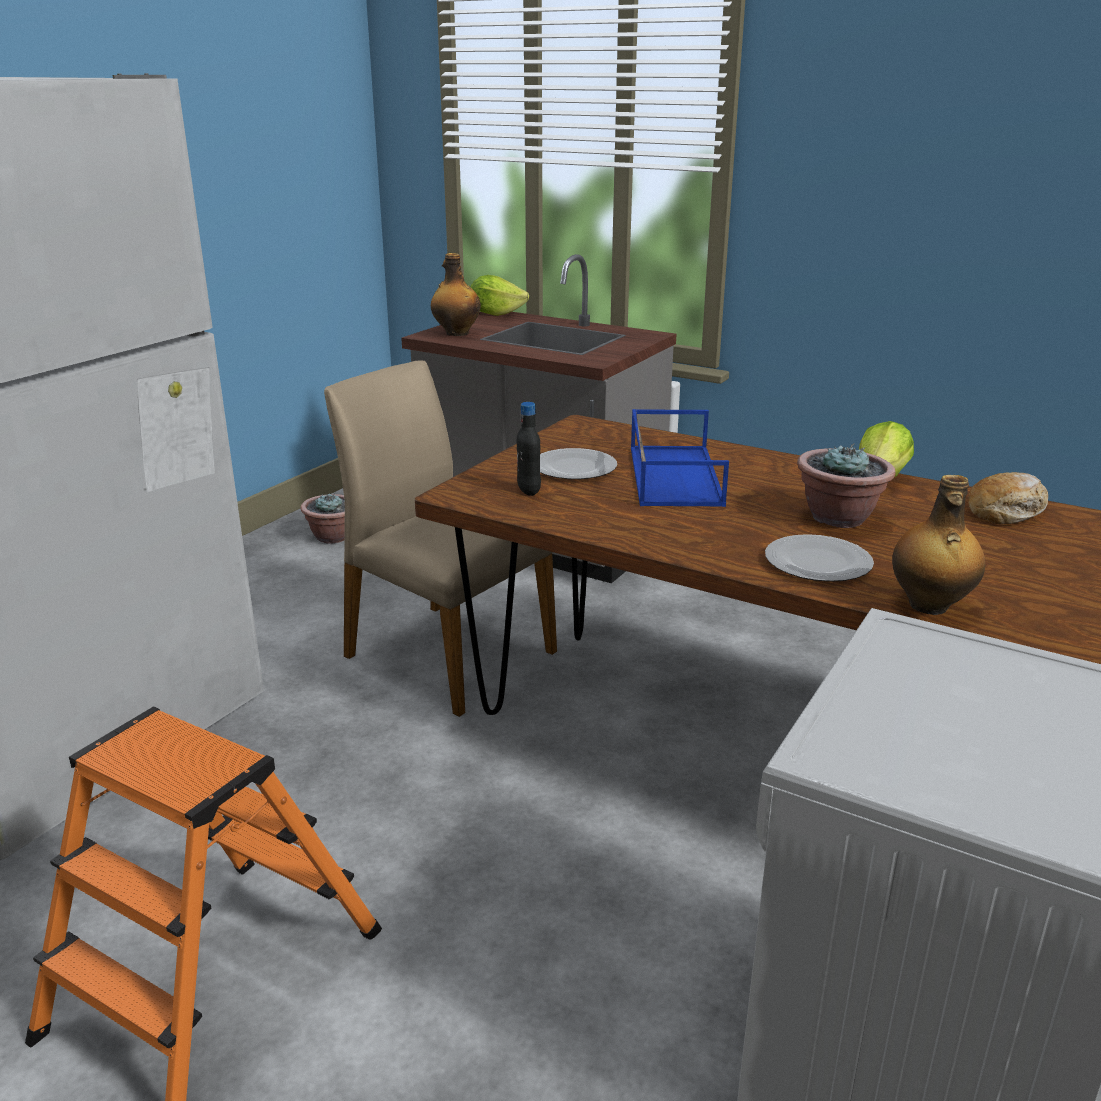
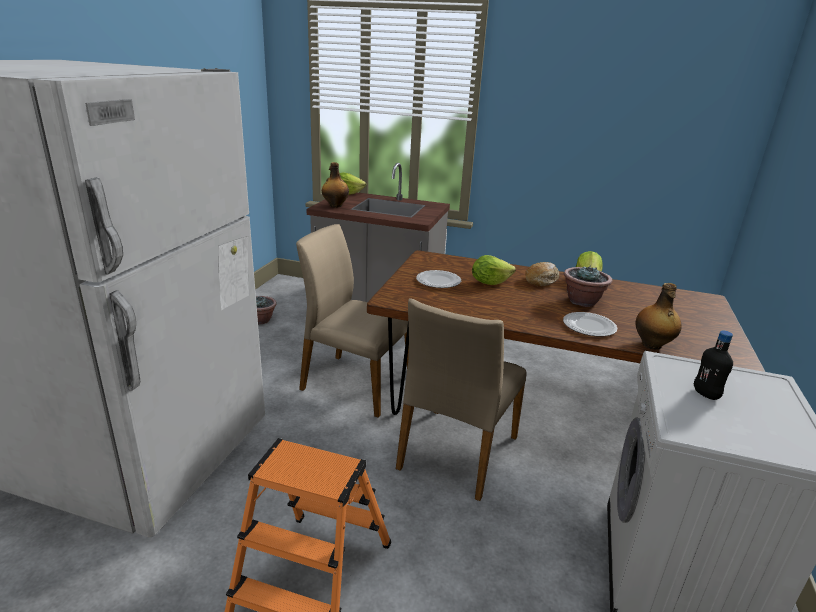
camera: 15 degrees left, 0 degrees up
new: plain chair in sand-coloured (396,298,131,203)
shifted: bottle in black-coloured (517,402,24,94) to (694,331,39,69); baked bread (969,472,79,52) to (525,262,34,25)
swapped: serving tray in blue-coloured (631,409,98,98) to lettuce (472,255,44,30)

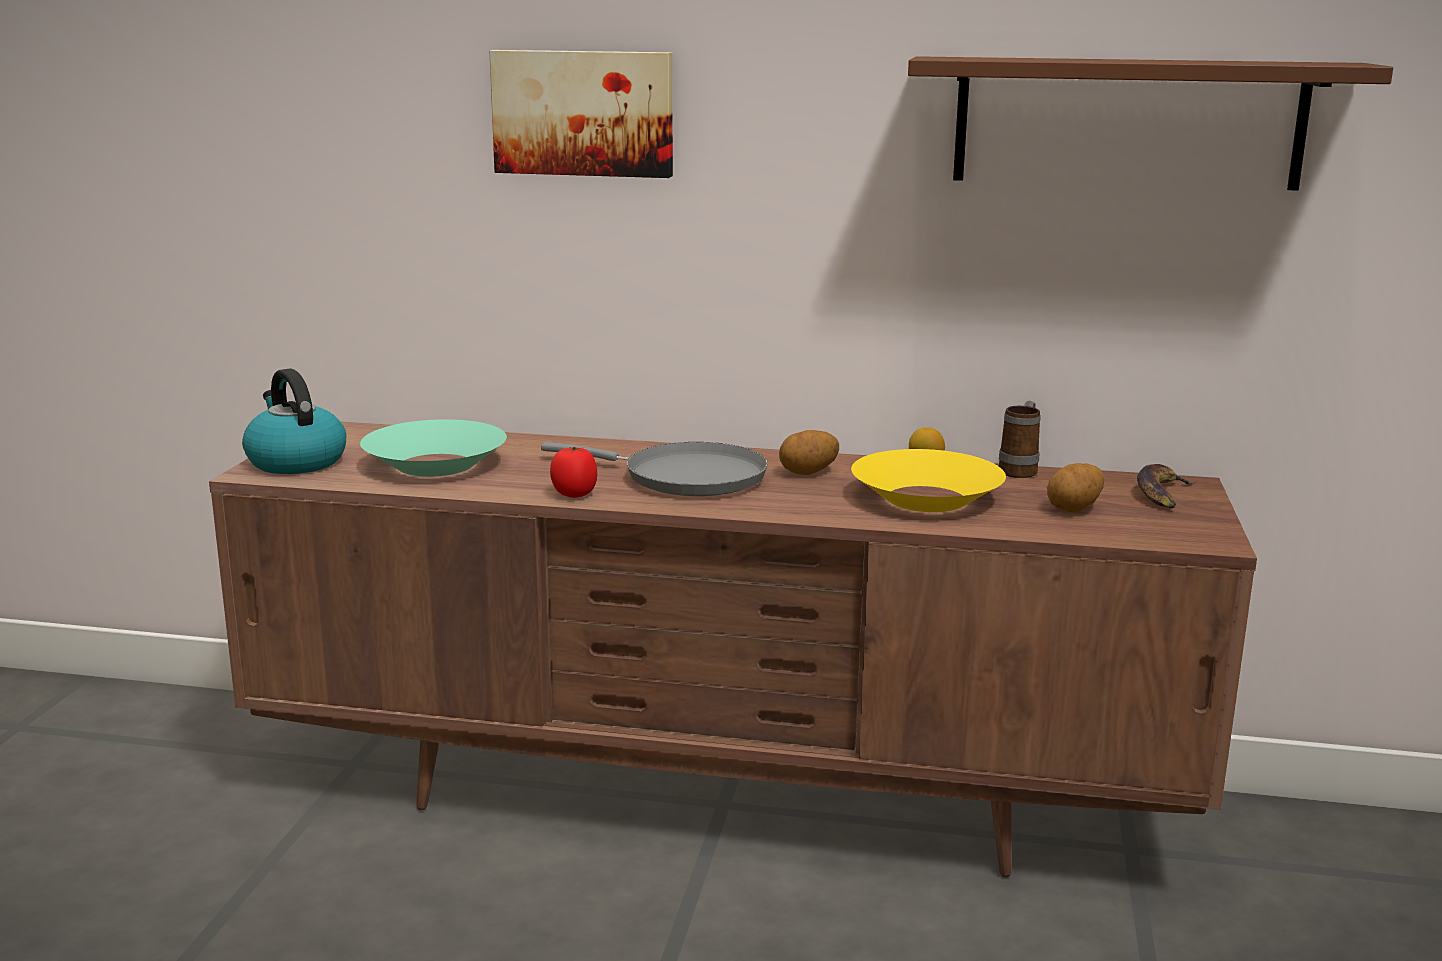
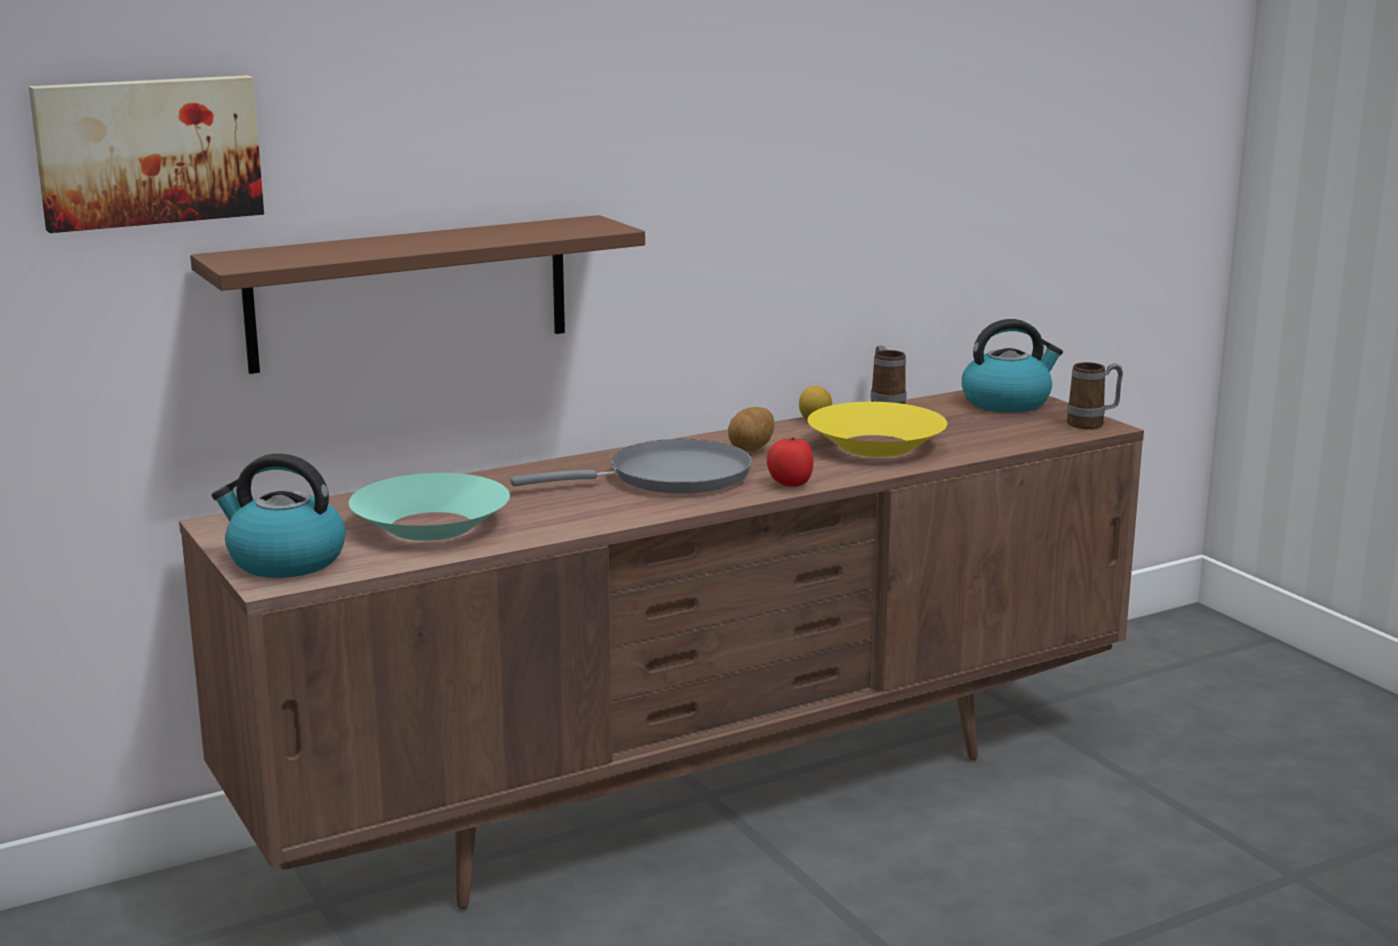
camera: 40 degrees left, 0 degrees up
gone: potato (1047,463,57,49)
new: coffee mug (1067,362,56,67)
shifted: wall art (489,50,184,128) to (29,75,235,158); bracket shelf in brown (908,56,485,135) to (190,215,455,159); fresh tomato (550,447,47,51) to (767,437,46,50)
swapped: banana fruit (1137,464,58,45) to water kettle (962,319,101,94)

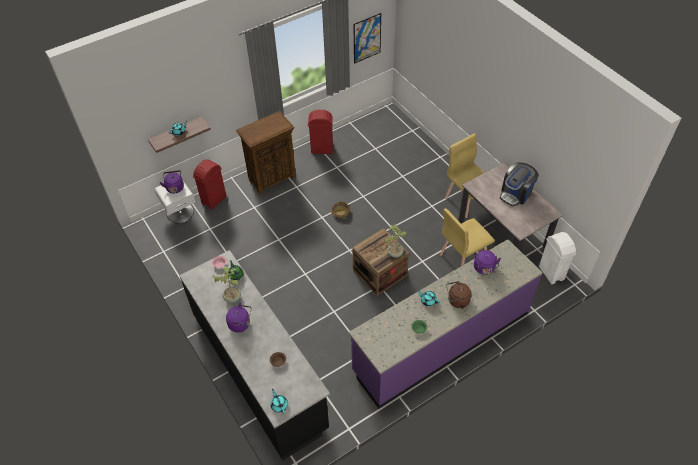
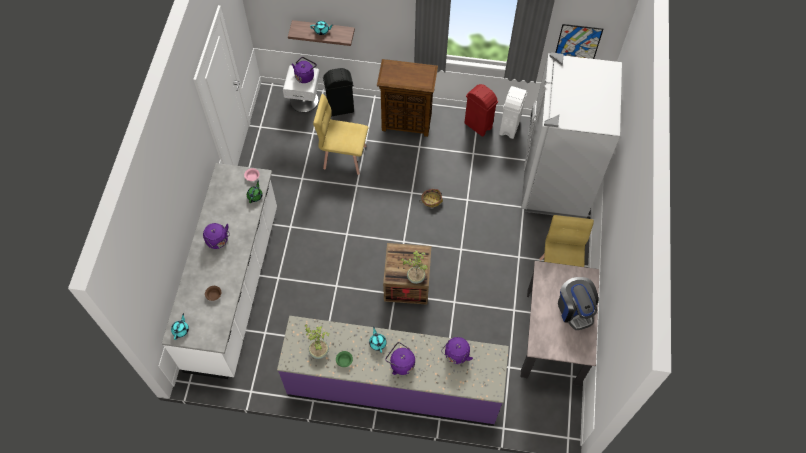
camera: 40 degrees right, 10 degrees up
new: fridge in whitish (521,52,101,167)
shifted: plain chair in yellowish (440,208,55,58) to (313,94,55,81); waste bin in whitish (539,232,37,52) to (499,86,28,53); houseplant (212,266,29,37) to (305,325,24,34)
repainted: waste bin in red (193,159,33,51) to waste bin in black-coloured (323,68,31,48); kitchen base unit in black-coloured (179,250,151,210) to kitchen base unit in whitish (162,163,115,216); water kettle in brown (446,281,26,28) to water kettle in purplish (385,342,30,33)
rotated: coffee machine (500,162,39,44) = (558,277,41,53) 105 degrees counterclockwise

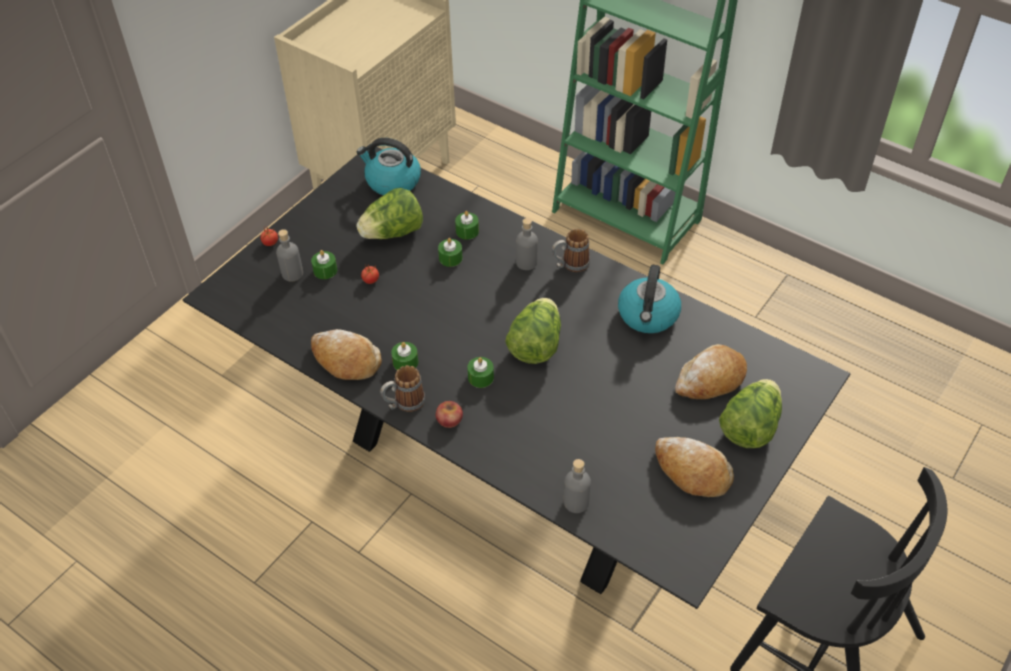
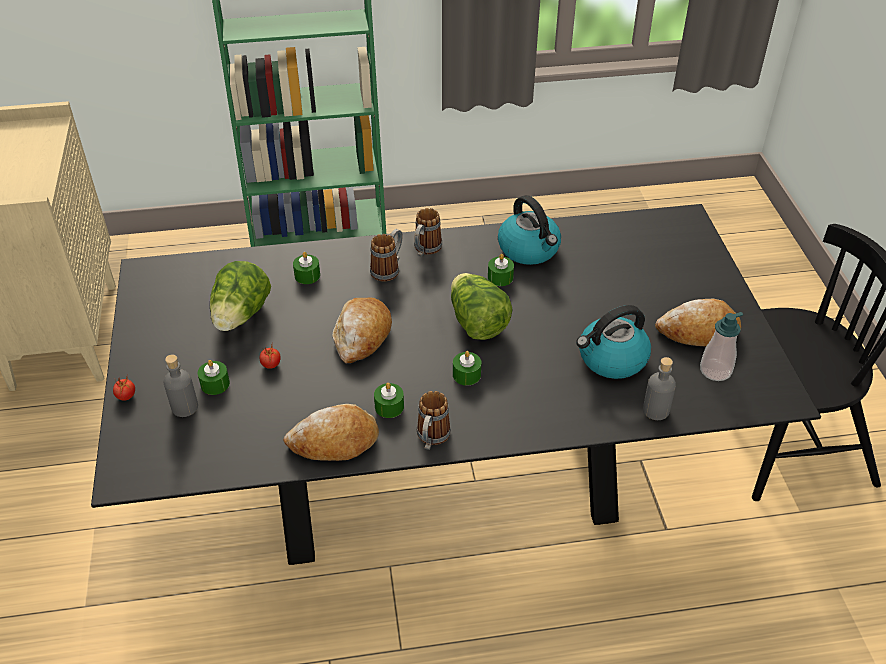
camera: 45 degrees left, 5 degrees down
gone: lettuce (719,379,63,69); apple (436,401,27,27)
new: liquid soap bottle (700,312,43,69)
shifted: water kettle (356,138,65,57) to (576,305,75,74); candle in green (438,238,25,29) to (488,254,26,32); baked bread (675,344,72,55) to (332,298,60,65)
swapped: bottle in greyish (516,218,22,52) to coffee mug (370,229,33,53)

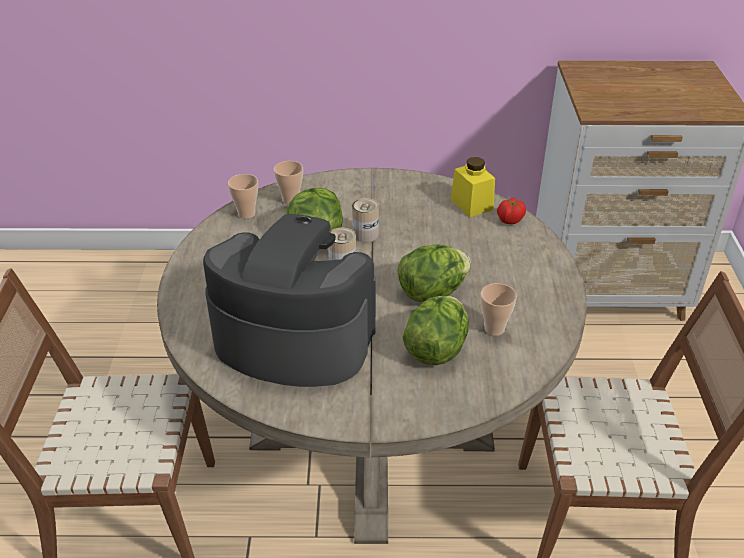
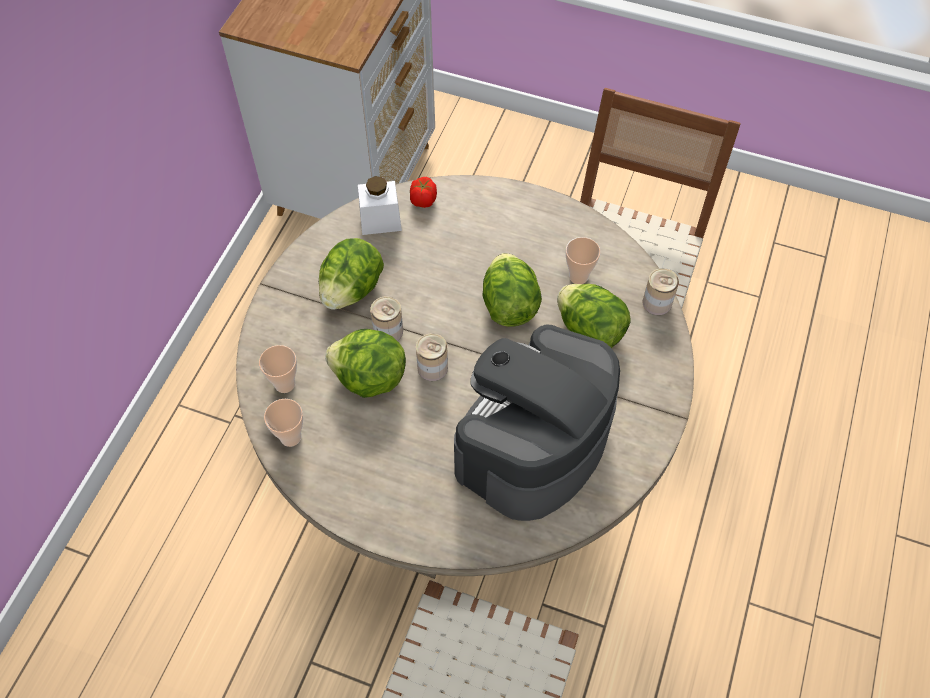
camera: 70 degrees left, 20 degrees up
new: lettuce (319,238,65,71); sealed can (642,268,37,47)
repainted: jar in yellowish (451,157,44,60) to jar in whitish (358,176,44,59)

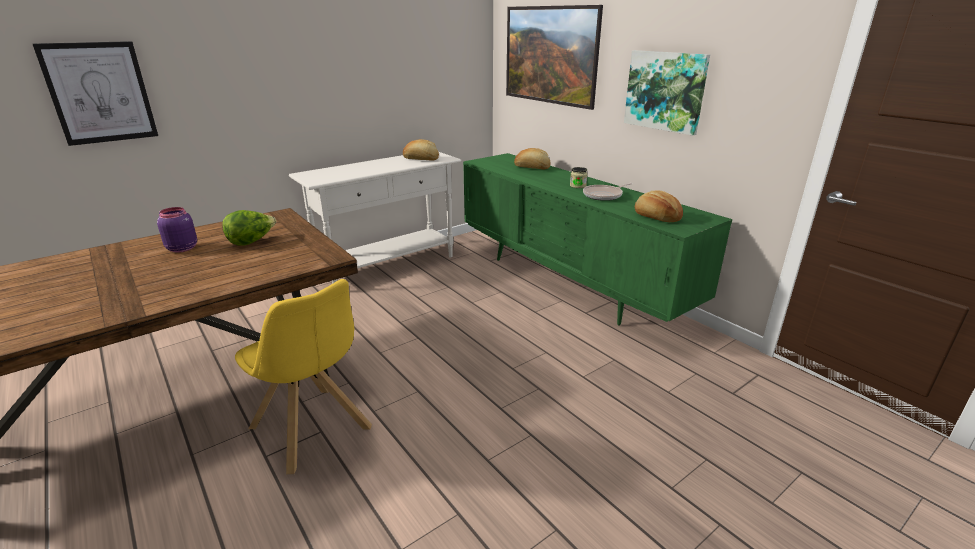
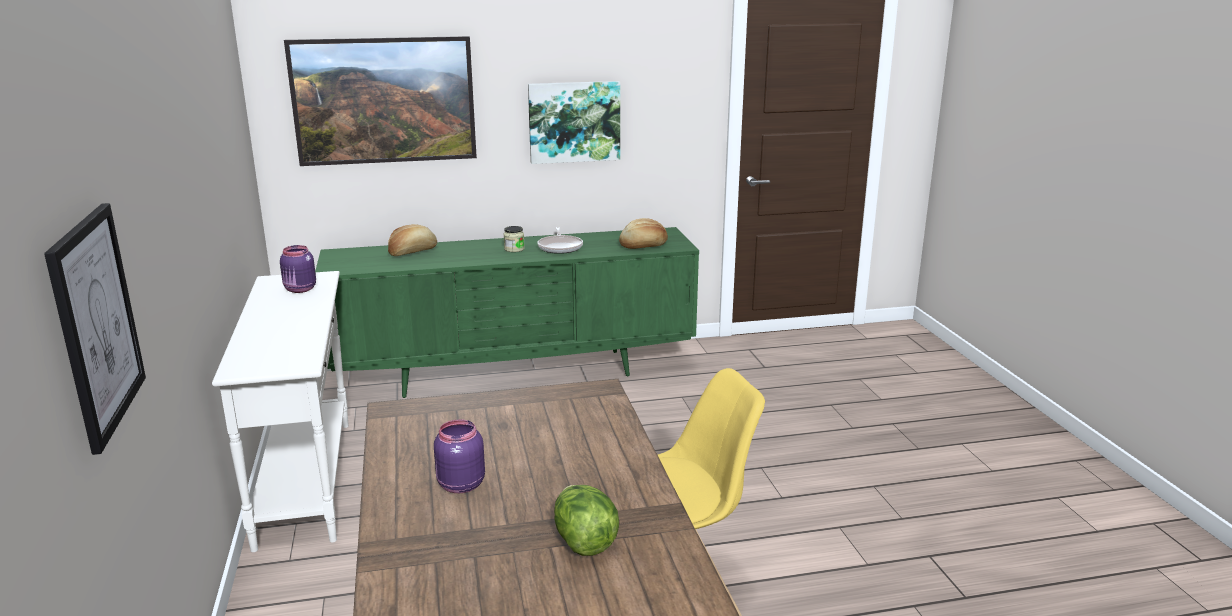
camera: 65 degrees left, 5 degrees down
shifted: lettuce (223,210,53,36) to (554,485,65,71)
swapped: baked bread (403,139,36,22) to jar in purplish (280,245,36,48)

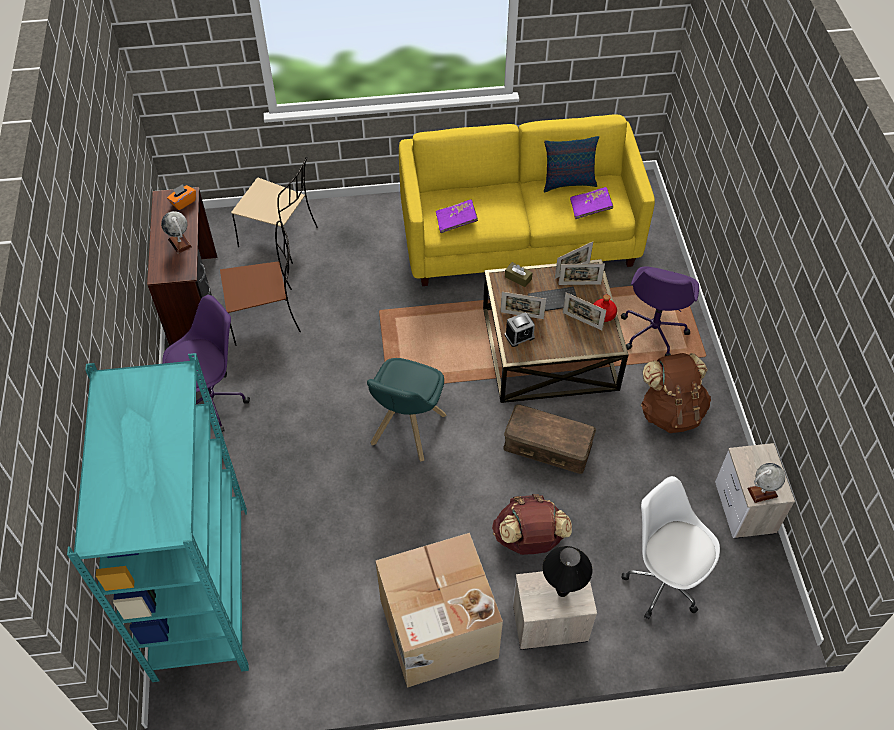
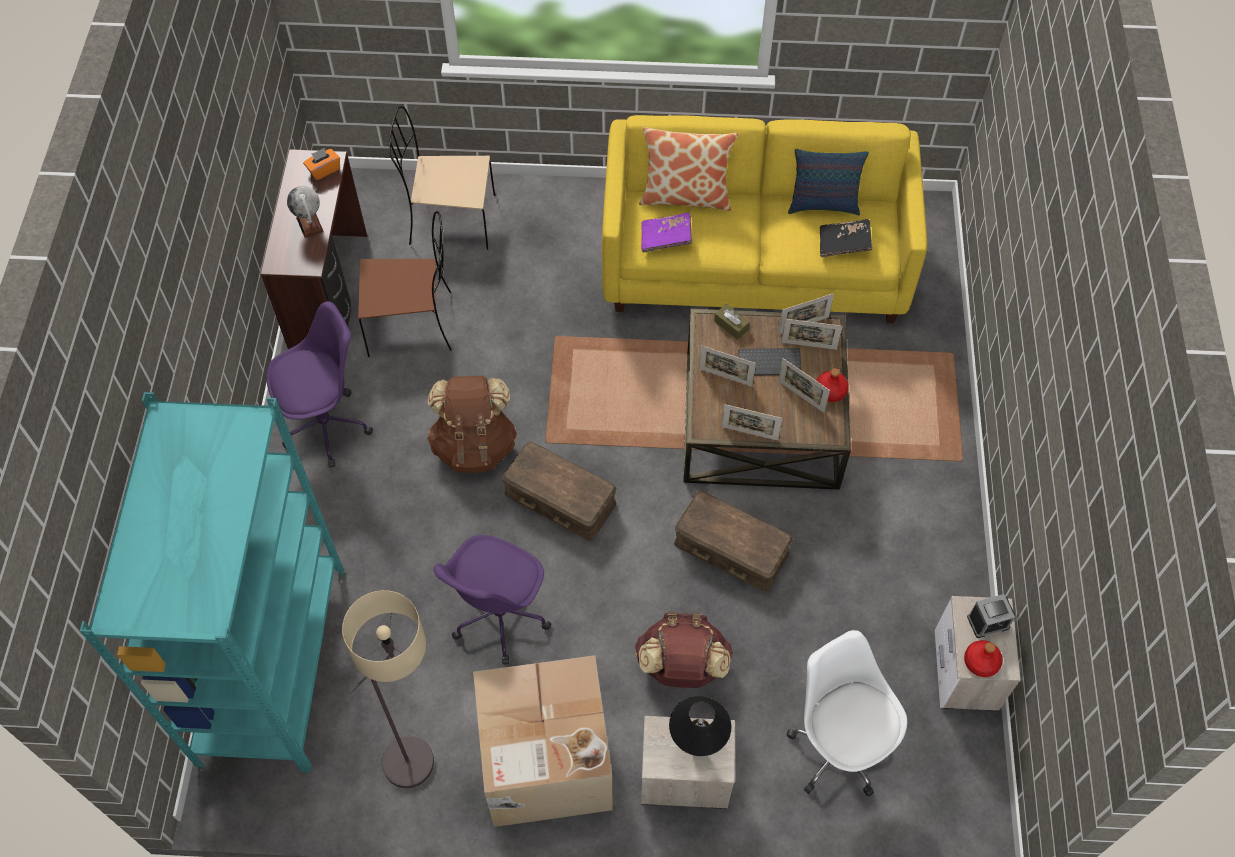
camera: 10 degrees right, 5 degrees up
new: throw pillow (639,127,99,84); standing frame (721,404,62,36); standard lamp in sand-coloured (342,590,92,198)
shifted: computer chair in purplish (621,266,78,90) to (433,535,119,130); table clock (505,312,30,35) to (967,594,48,44); backpack in brown (641,353,70,80) to (427,376,90,97)
swapped: plain chair in blue-green (367,358,80,104) to storage container in brown (502,442,114,99); desk globe (747,463,38,40) to bottle in red (964,640,39,37)
repainted: book in purplish (570,187,43,32) to book in black-coloured (820,219,52,38)
rotated: plain chair in sand-coloured (231,157,86,107) = (389,106,106,144) 150 degrees clockwise

